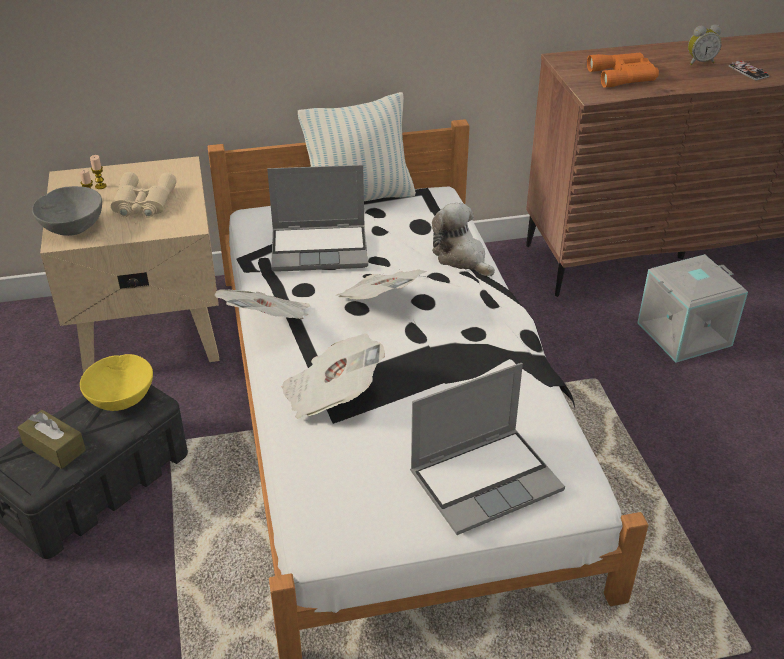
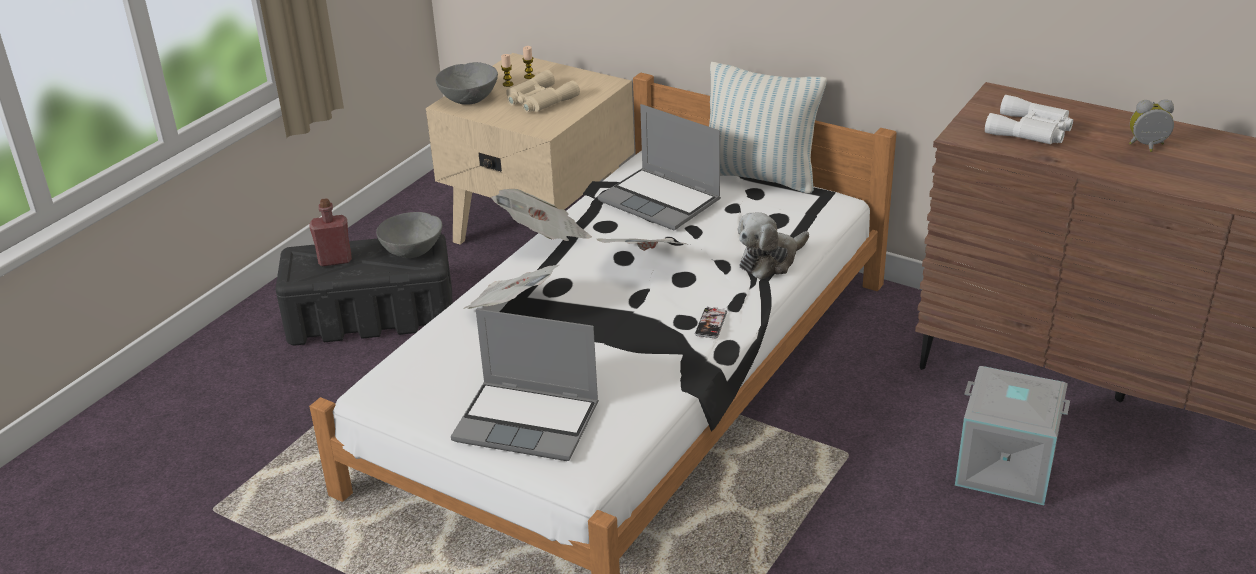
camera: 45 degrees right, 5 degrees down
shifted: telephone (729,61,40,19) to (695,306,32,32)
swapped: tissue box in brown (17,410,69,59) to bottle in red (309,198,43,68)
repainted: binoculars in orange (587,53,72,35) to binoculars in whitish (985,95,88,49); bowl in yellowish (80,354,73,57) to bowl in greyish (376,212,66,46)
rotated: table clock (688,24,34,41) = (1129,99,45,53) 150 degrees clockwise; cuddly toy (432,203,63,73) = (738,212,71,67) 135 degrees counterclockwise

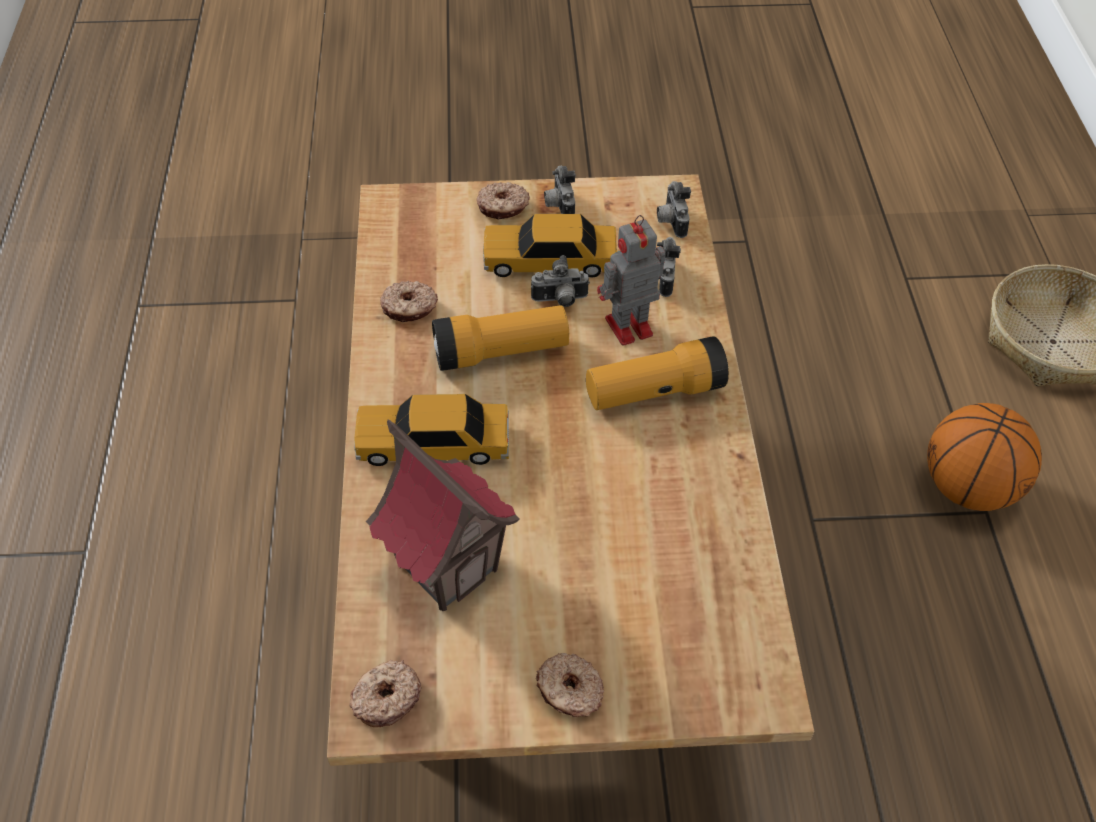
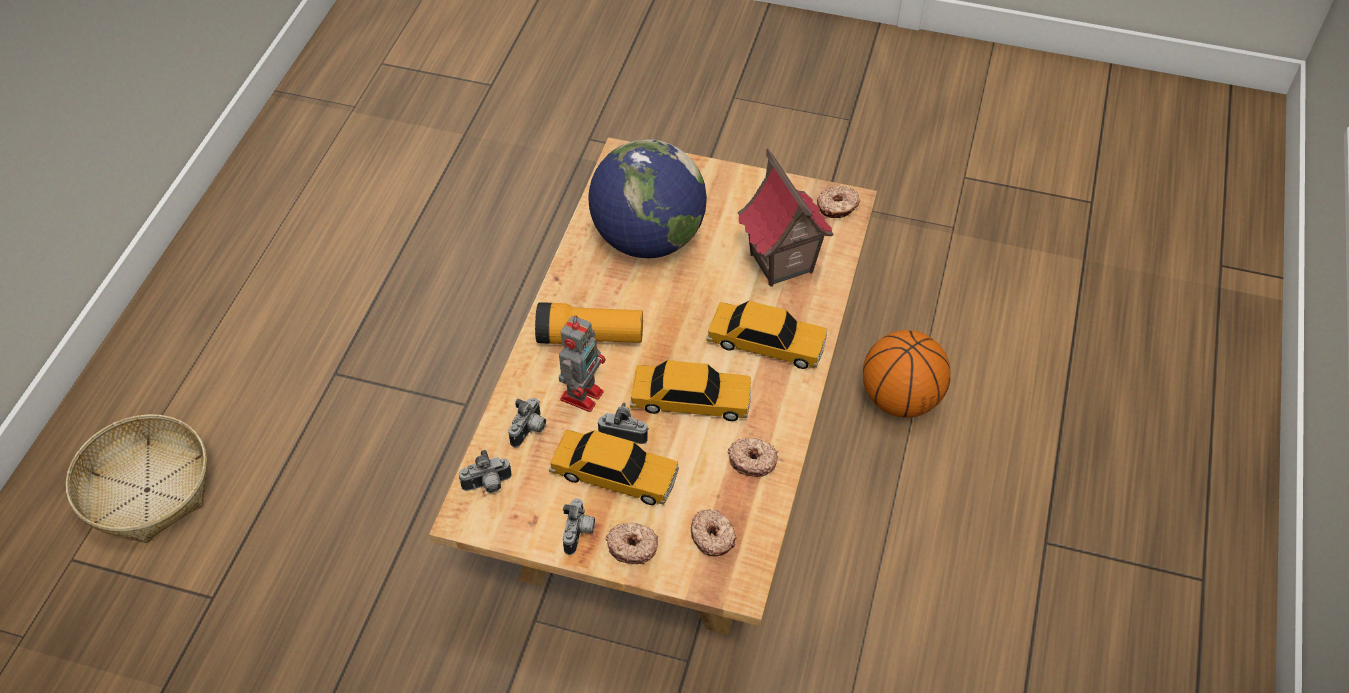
camera: 160 degrees left, 0 degrees up
new: desk globe (589,139,118,119)
shifted: ball for basketball (927,403,115,108) to (863,330,88,88); donut (536,653,68,64) to (691,509,46,48)
swapped: hand torch (432,305,137,66) to miniature car (630,360,121,61)
rotated: photo camera (657,181,34,57) = (459,450,53,43) 60 degrees clockwise; robot figure (597,215,68,131) = (559,315,47,97) 60 degrees counterclockwise

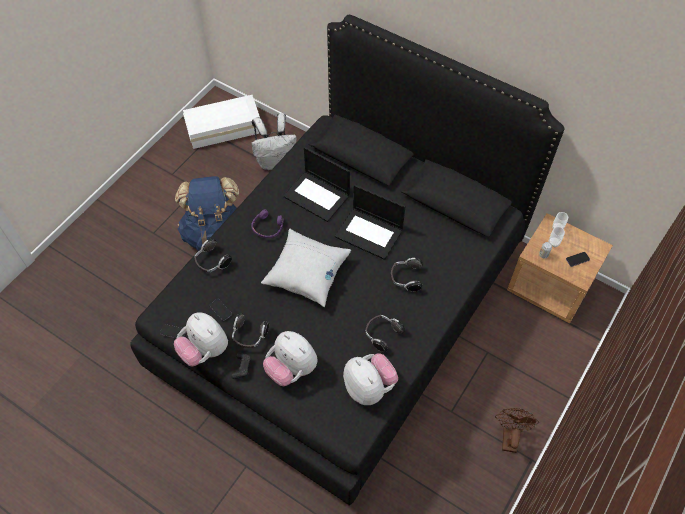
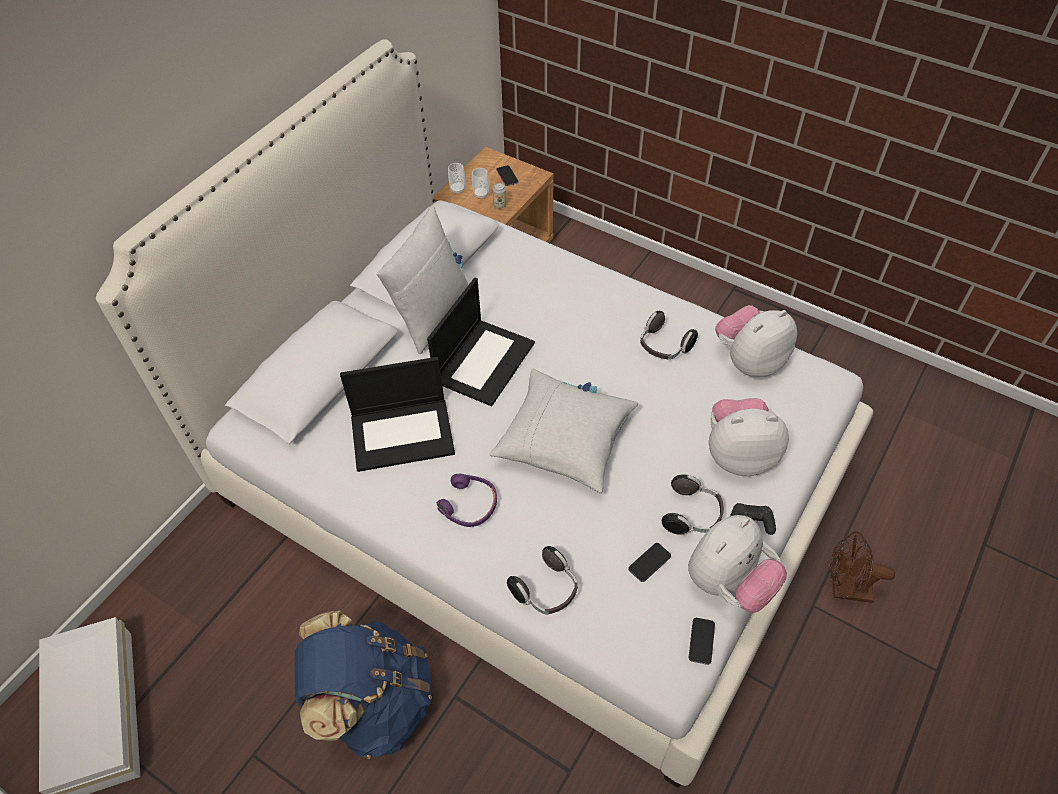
camera: 90 degrees left, 5 degrees down
gone: backpack in whitish (252,113,45,57); headphones (391,258,32,34)
new: throw pillow in greyish (377,205,92,149)
shifted: electric fan in brown (495,408,44,45) to (830,532,65,71)
repainted: sleeping bed in black-coloured (130,15,434,491) to sleeping bed in whitish (96,39,777,749)
rotated: notebook computer (283,147,67,75) = (340,357,115,115) 45 degrees clockwise; cuddly toy (263,331,55,55) = (709,398,80,78) 135 degrees counterclockwise

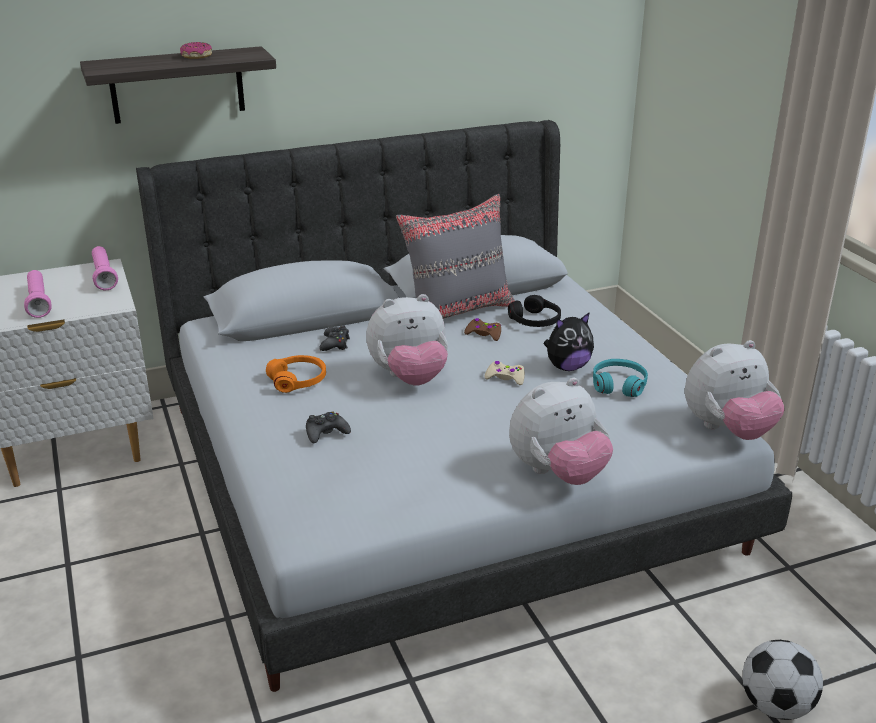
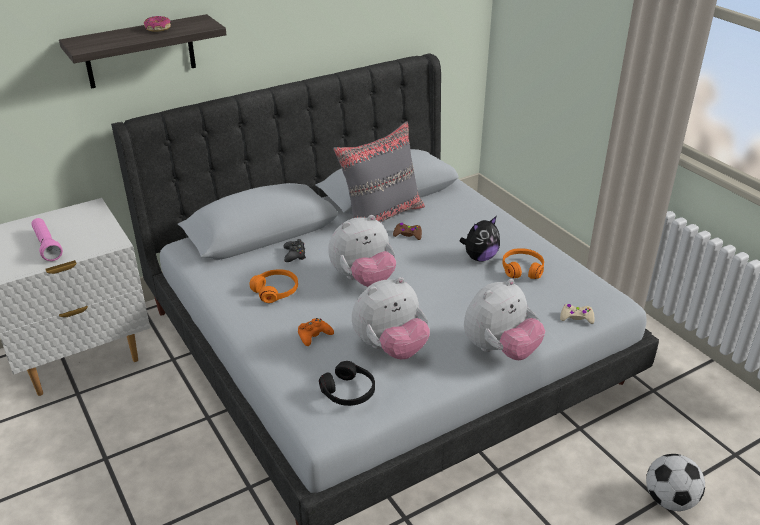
camera: 10 degrees left, 5 degrees up
gone: hand torch in pinkish (92,246,26,44)
shifted: headphones in black-coloured (508,295,53,32) to (319,361,56,45); cuddly toy (685,340,100,100) to (352,277,78,82); game controller in sand-coloured (485,361,40,24) to (560,304,35,20)
repainted: headphones in blue-green (593,359,55,38) to headphones in orange (502,248,42,31); game controller in black-coloured (306,411,45,33) to game controller in orange (298,318,36,28)

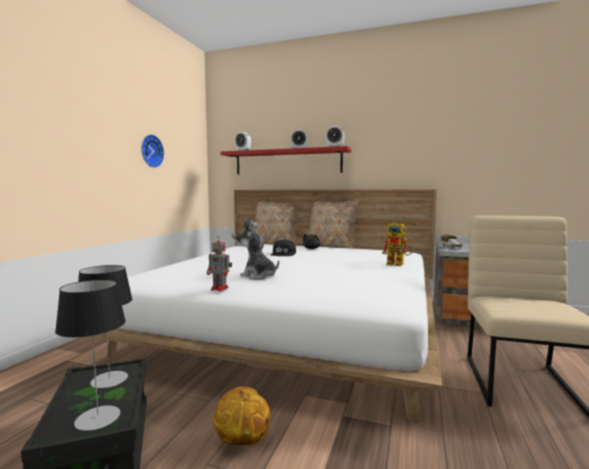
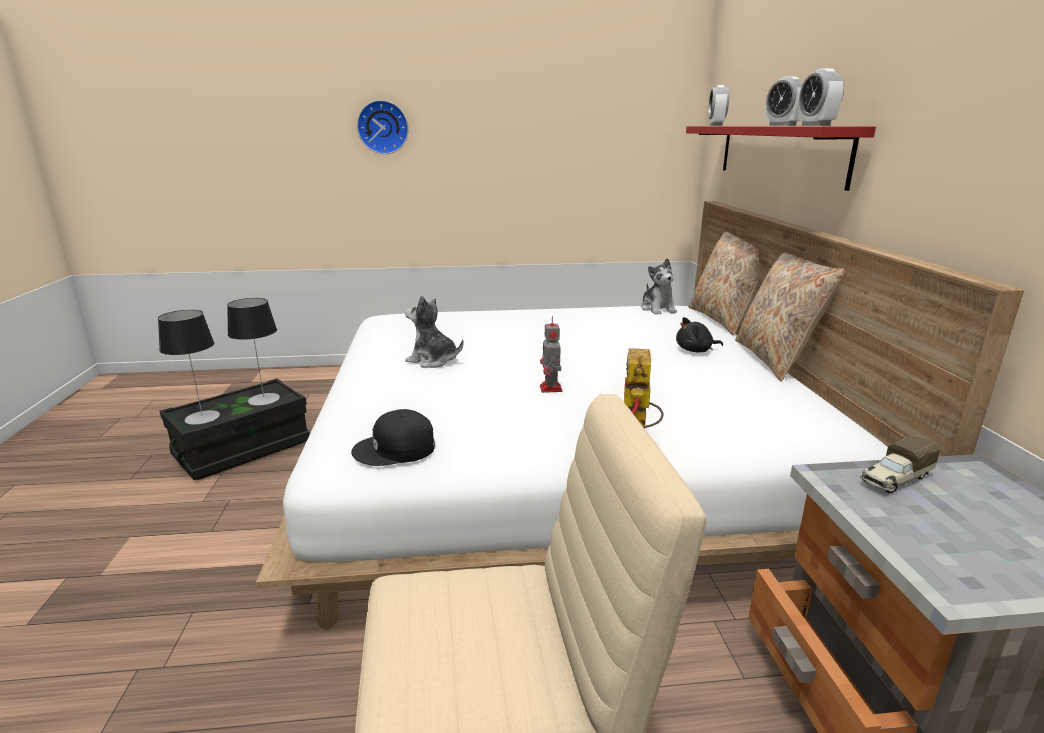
camera: 65 degrees right, 15 degrees up
gone: ball for basketball (213,386,58,59)
shifted: clock on the wall (141,134,23,34) to (357,100,52,54); robot figure (207,236,25,55) to (540,316,23,77); baseball cap in black-coloured (271,240,25,16) to (351,409,84,57)
rotated: cuddly toy (240,229,39,51) = (405,296,59,72) 75 degrees counterclockwise

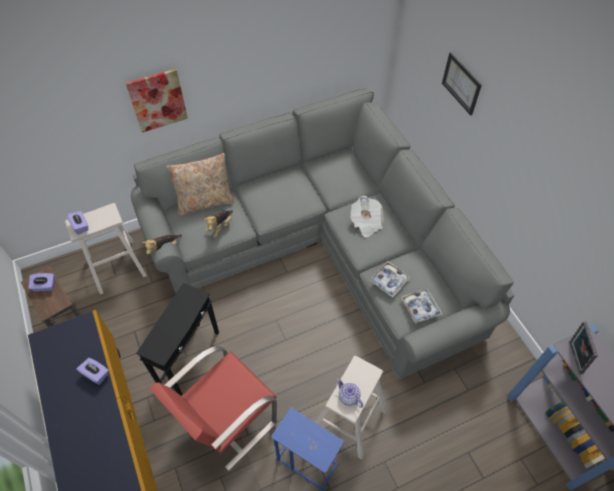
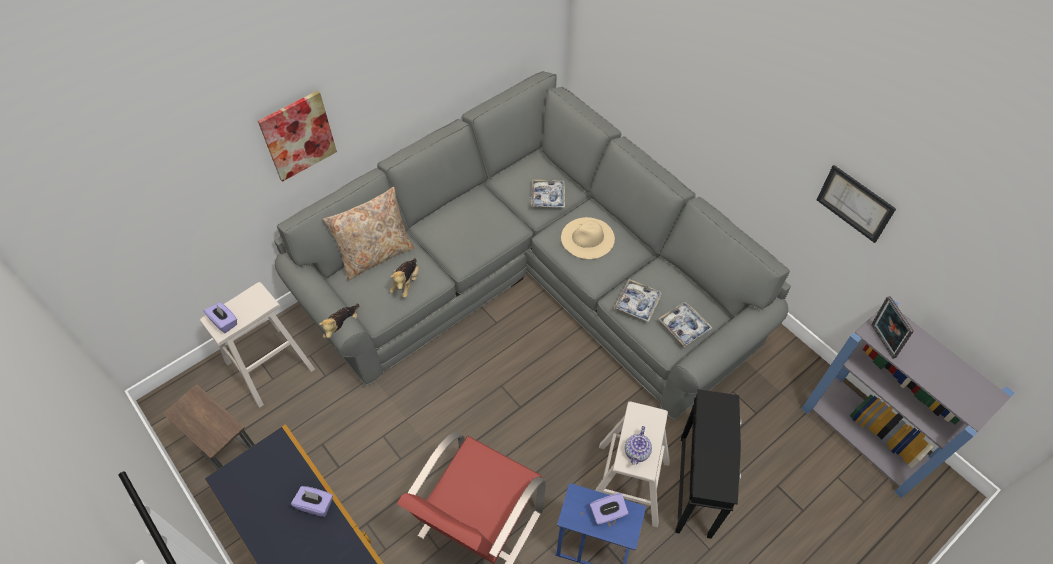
camera: 15 degrees left, 0 degrees up
new: serving tray (531,180,34,28)
shifted: wall art (442,52,40,64) to (817,165,79,78); tissue box in purplish (29,273,26,19) to (590,493,38,32); side table in black-coloured (136,283,83,113) to (675,389,66,150)
swapped: daily paper (350,196,33,41) to wearable hat in sand-coloured (561,217,54,42)
rotated: tea pot (337,378,26,30) = (625,426,27,39) 105 degrees counterclockwise

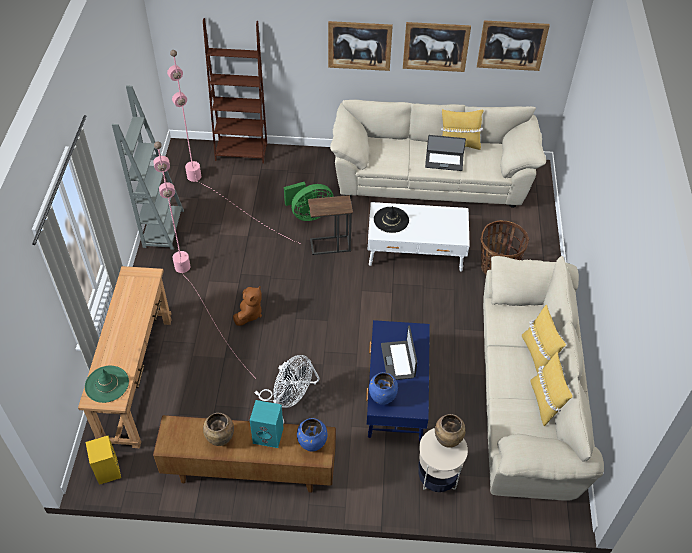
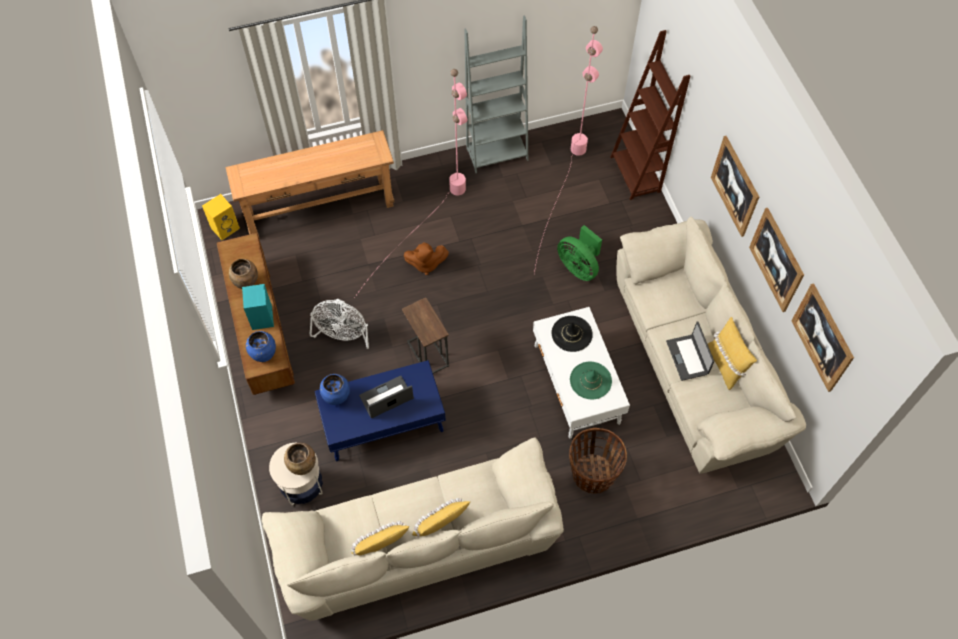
camera: 70 degrees right, 10 degrees up
shifted: side table in brown (308,195,45,60) to (402,298,47,76); wearable hat in green (85,366,44,37) to (570,362,42,37)

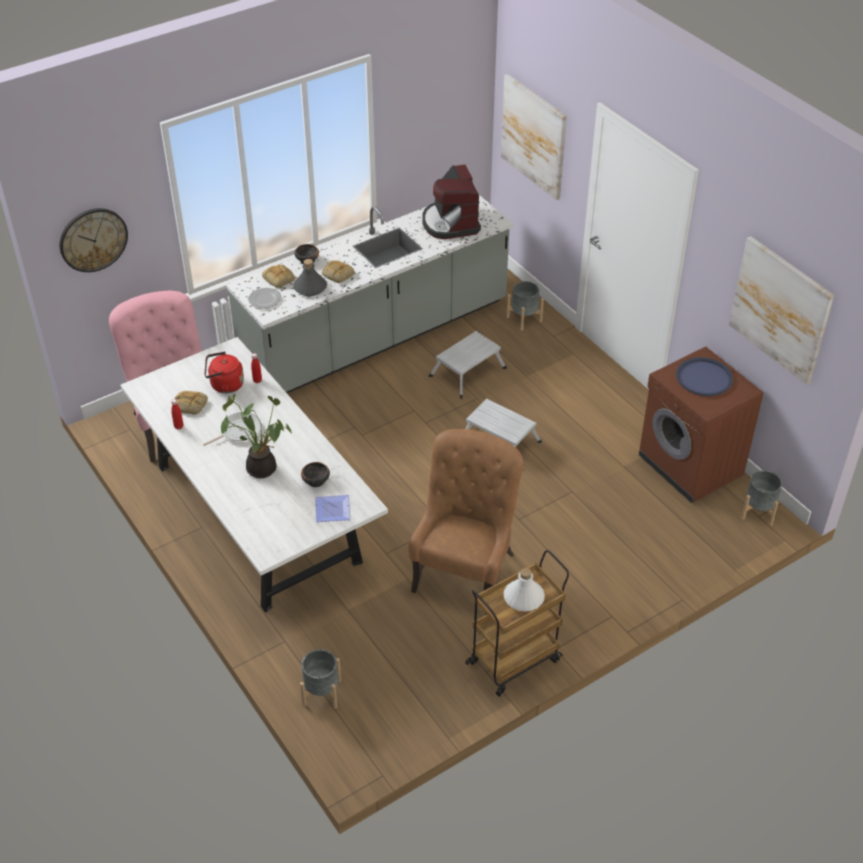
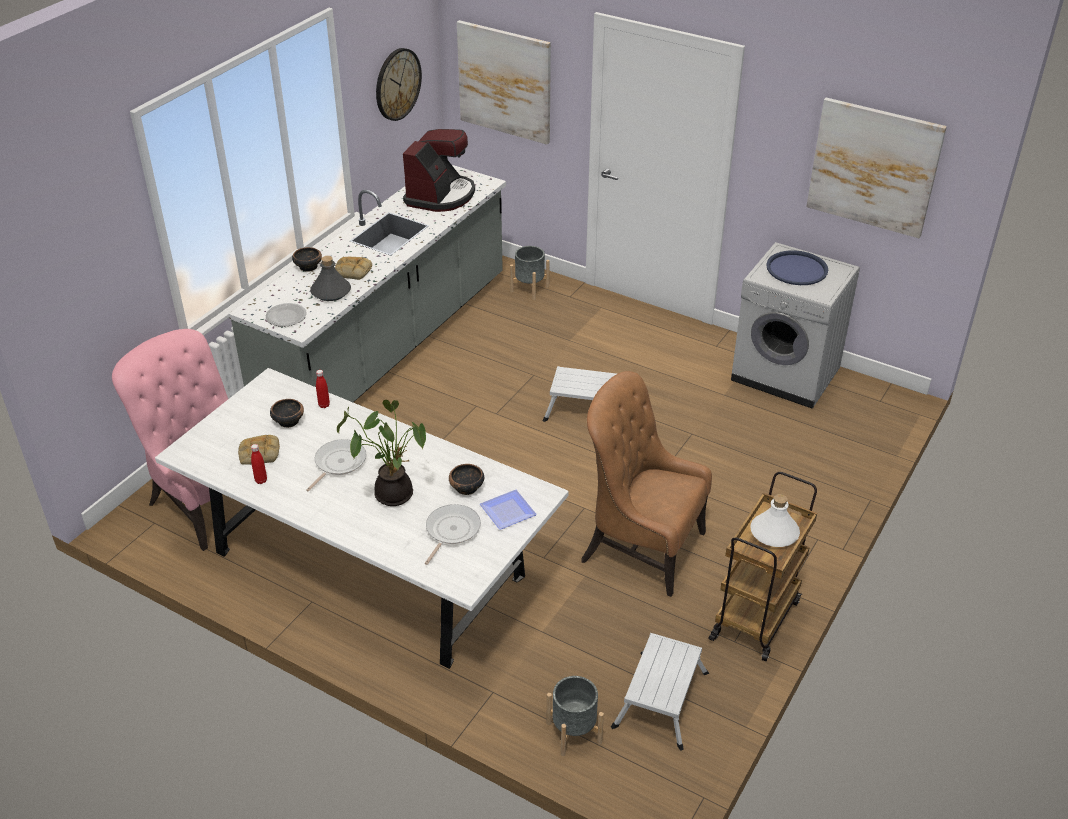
camera: 25 degrees left, 5 degrees down
gone: baked bread (262,265,33,23); flower pot in greyish (741,470,41,56)
new: frying pan (425,504,56,61)
shifted: clock on the wall (59,208,69,64) to (376,48,46,73); stepladder in whitish (429,331,78,68) to (611,633,98,118)
swapped: water kettle in red (205,352,39,41) to bowl (270,399,34,29)
repainted: laundry machine in brown (639,347,124,156) to laundry machine in whitish (731,242,129,167)
rotated: coffee machine (422,165,59,74) = (403,129,72,83) 120 degrees counterclockwise; plain chair in brown (408,429,115,186) = (581,371,131,226) 60 degrees counterclockwise

